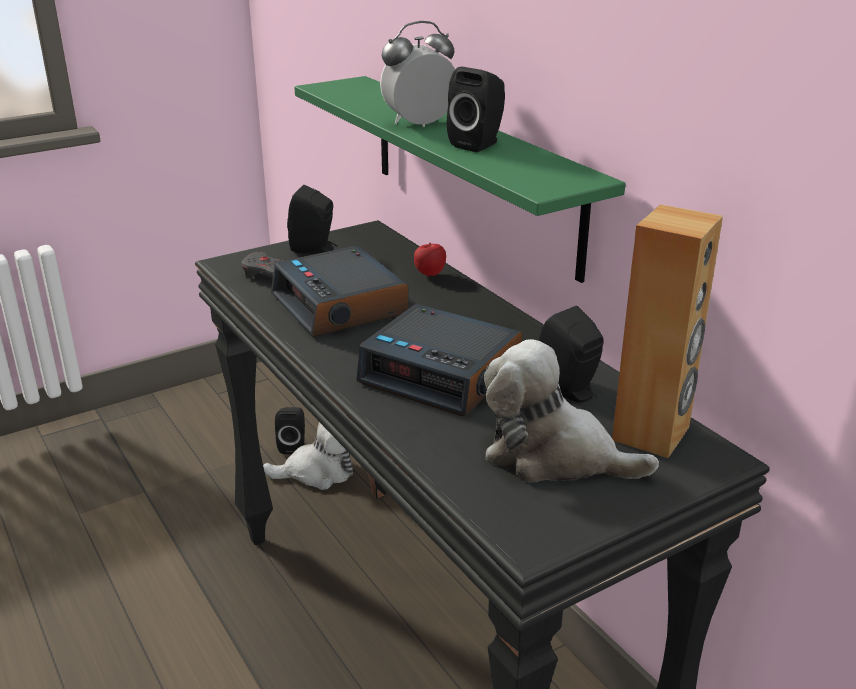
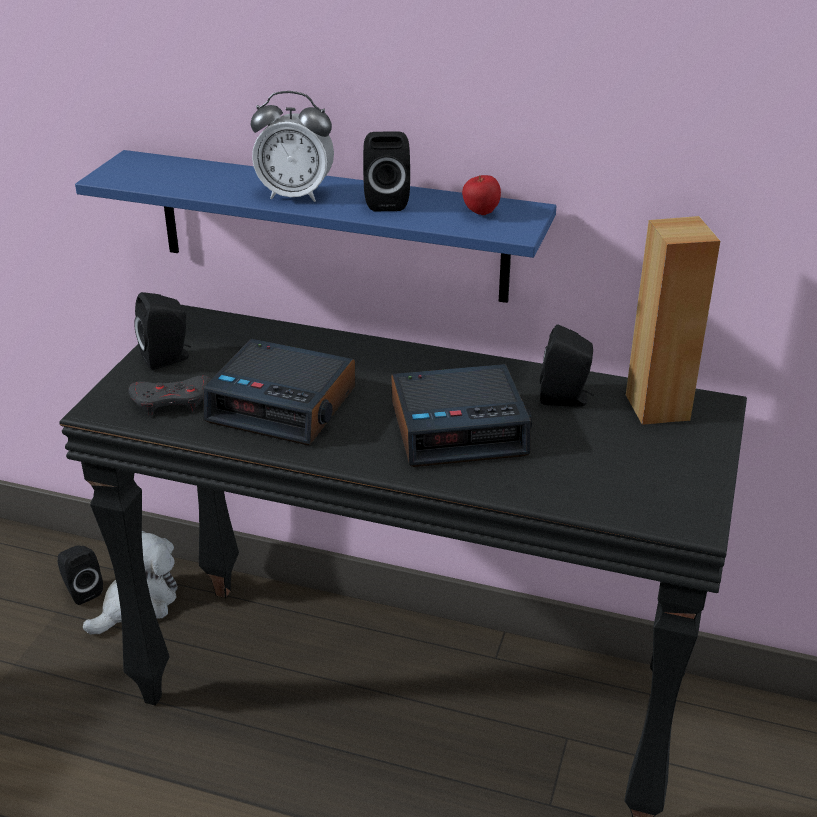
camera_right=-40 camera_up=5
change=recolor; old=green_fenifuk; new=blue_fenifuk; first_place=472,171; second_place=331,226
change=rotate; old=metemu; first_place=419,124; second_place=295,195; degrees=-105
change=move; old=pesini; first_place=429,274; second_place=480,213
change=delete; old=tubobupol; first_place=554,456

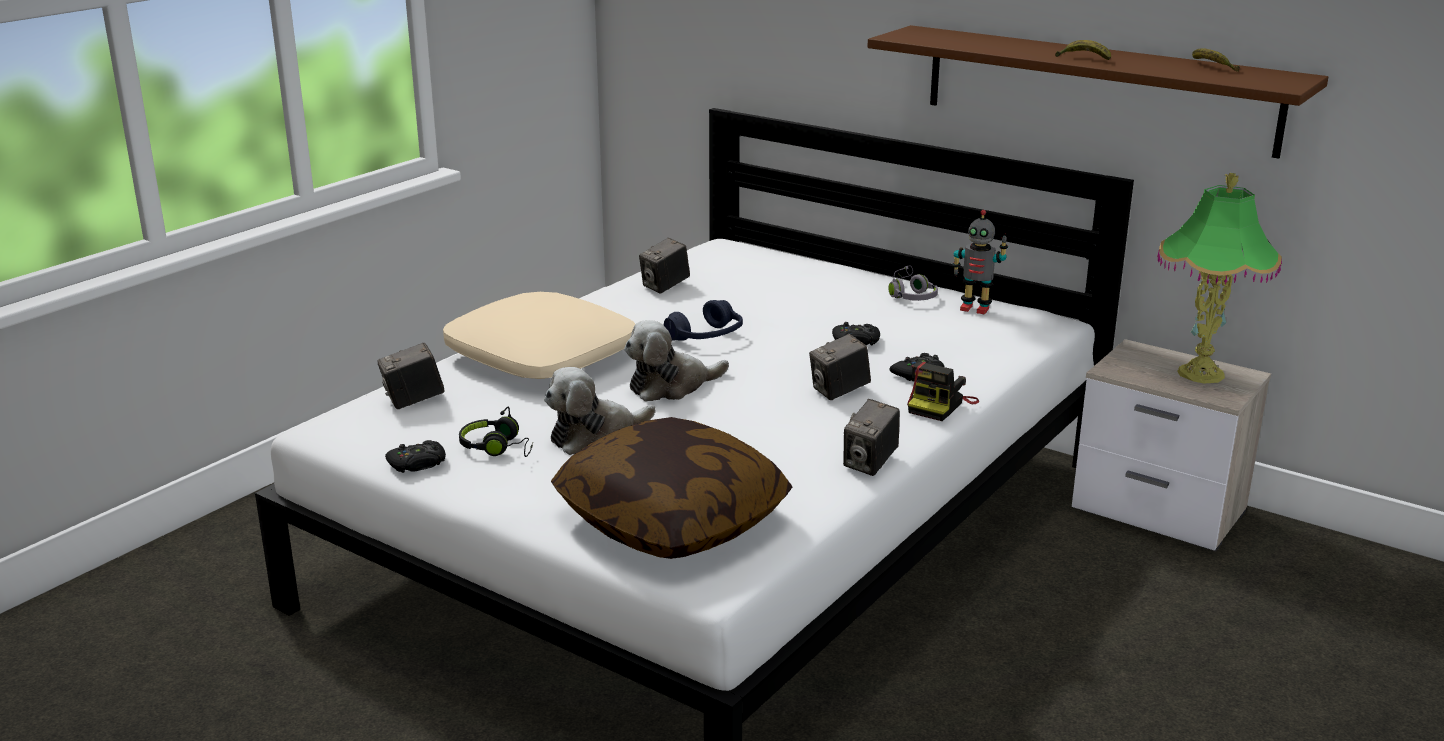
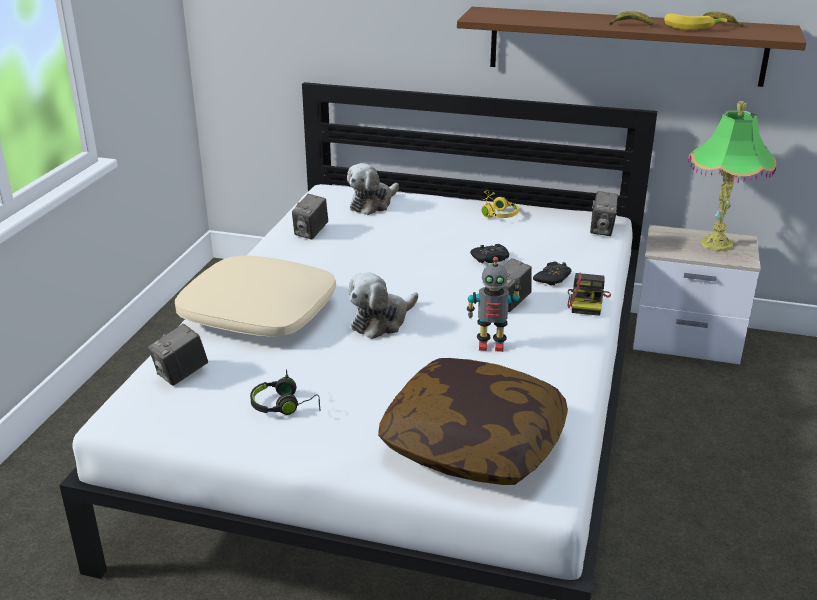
camera_right=-20 camera_up=5
change=move; old=tubobupol; first_place=595,436; second_place=372,204
change=move; old=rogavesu; first_place=975,308; second_place=491,345
change=recolor; old=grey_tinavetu; new=yellow_tinavetu; first_place=911,295; second_place=496,213
change=move; old=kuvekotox; first_place=870,464; second_place=602,230
change=insert; new=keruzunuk; second_place=691,27
change=delete; old=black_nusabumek; first_place=417,464
change=delete; old=blue_tinavetu; first_place=706,337

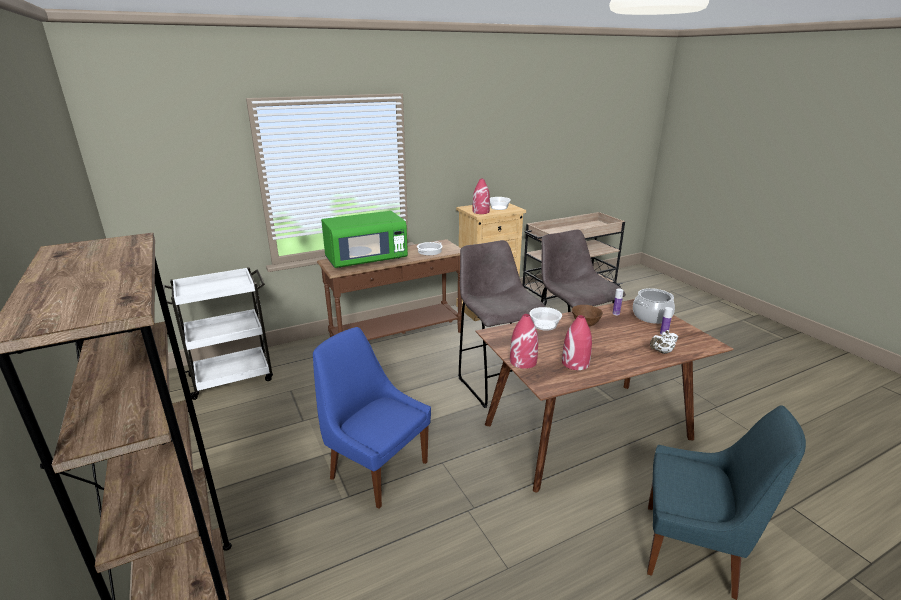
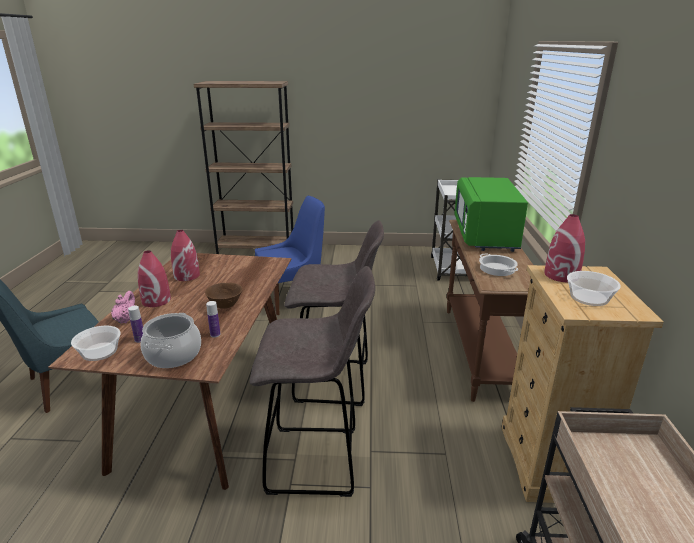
camera_right=120 camera_up=0
change=move; old=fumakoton; first_place=545,325; second_place=99,351
change=recolor; old=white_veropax; new=pink_veropax; first_place=662,352; second_place=126,320
change=move; old=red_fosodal; first_place=523,361; second_place=156,300

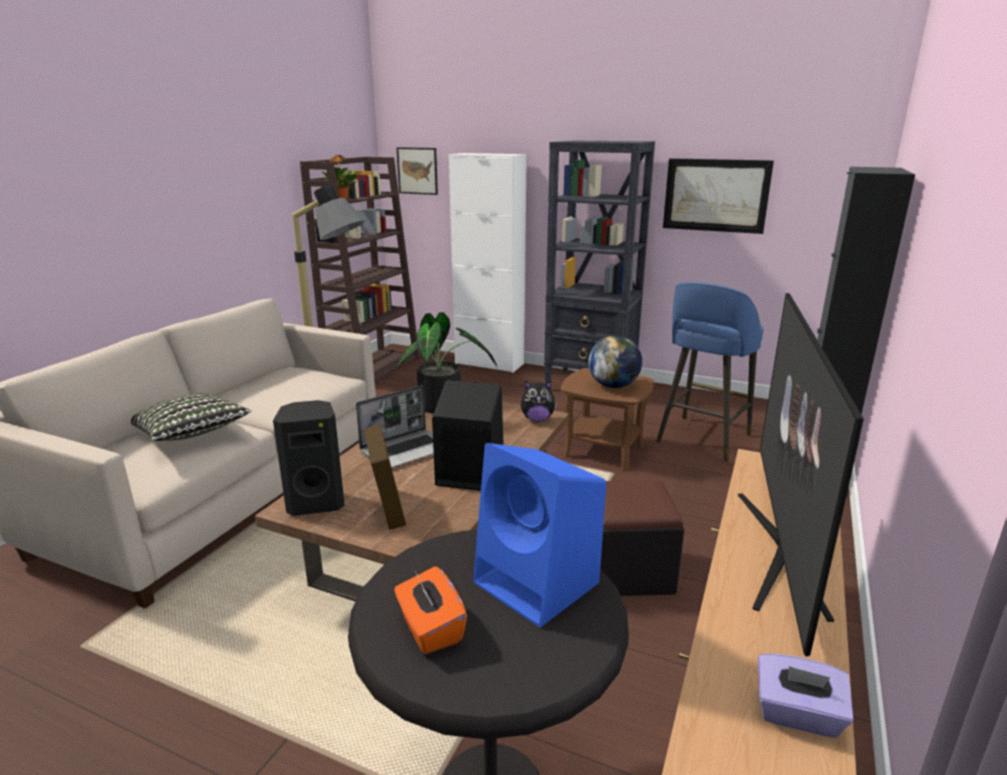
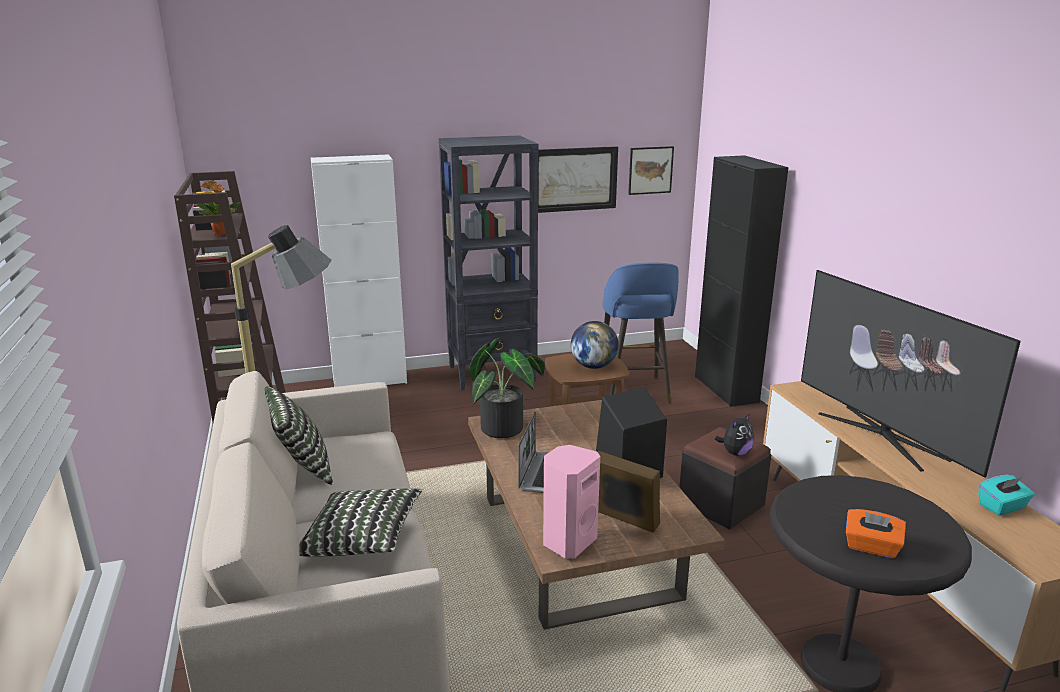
camera_right=-40 camera_up=0
change=insert; new=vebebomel; second_place=301,469
change=recolor; old=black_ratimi; new=pink_ratimi; first_place=316,503; second_place=568,541
change=move; old=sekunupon; first_place=417,171; second_place=650,170
change=move; old=tubobupol; first_place=537,419; second_place=735,453
change=recolor; old=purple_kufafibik; new=turquoise_kufafibik; first_place=797,715; second_place=1002,507
change=delete; old=blue_ratimi; first_place=539,584

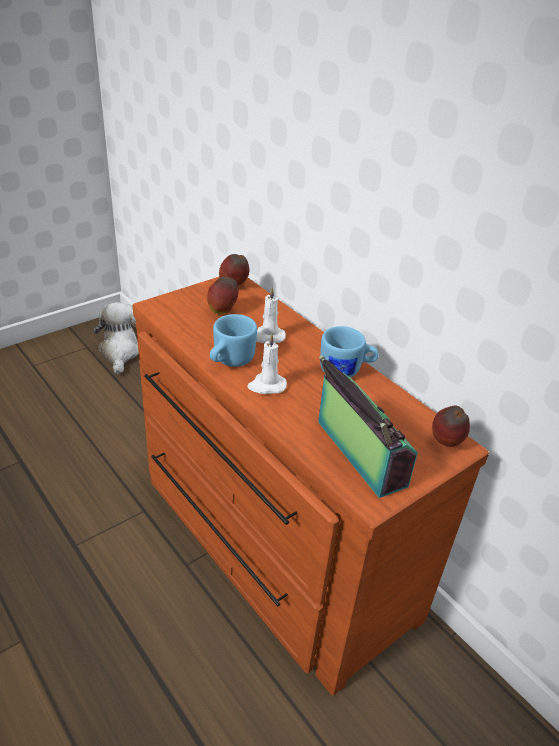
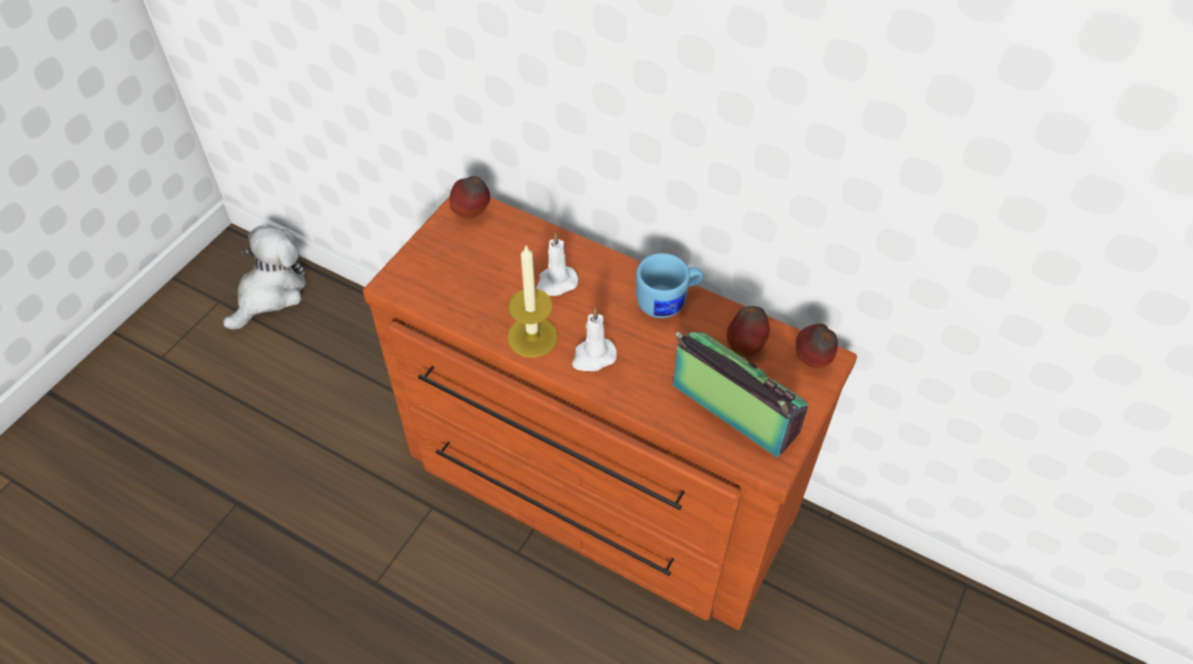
camera_right=-20 camera_up=15
change=rotate; old=tubobupol; first_place=120,352; second_place=271,293; degrees=60
change=replace; old=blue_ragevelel; new=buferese; first_place=229,361; second_place=532,337
change=move; old=pesini; first_place=223,311; second_place=745,347

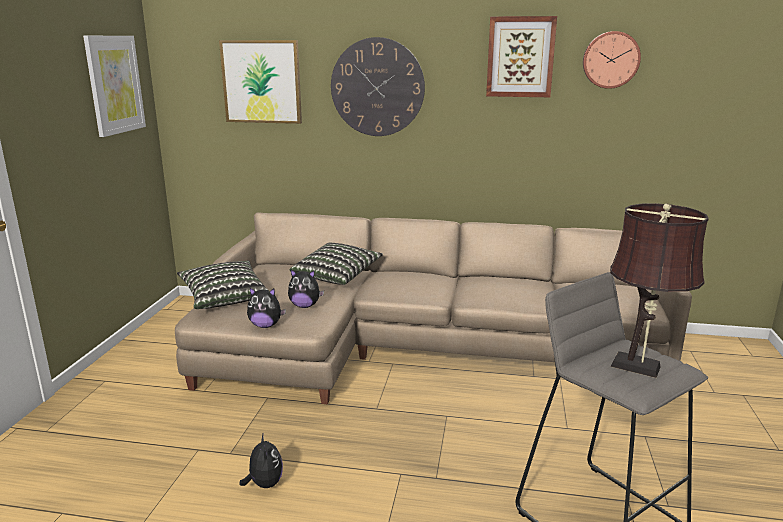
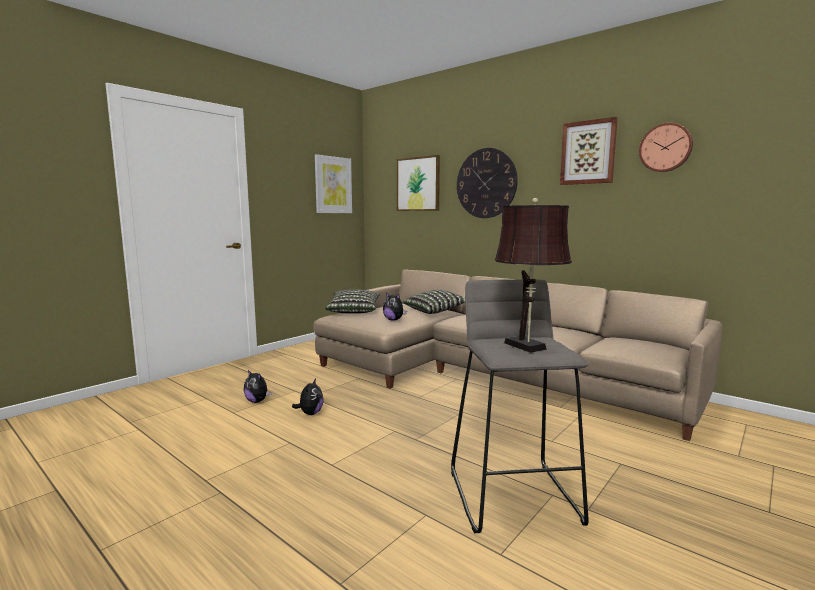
camera_right=30 camera_up=-10
change=move; old=tubobupol; first_place=265,325; second_place=257,401

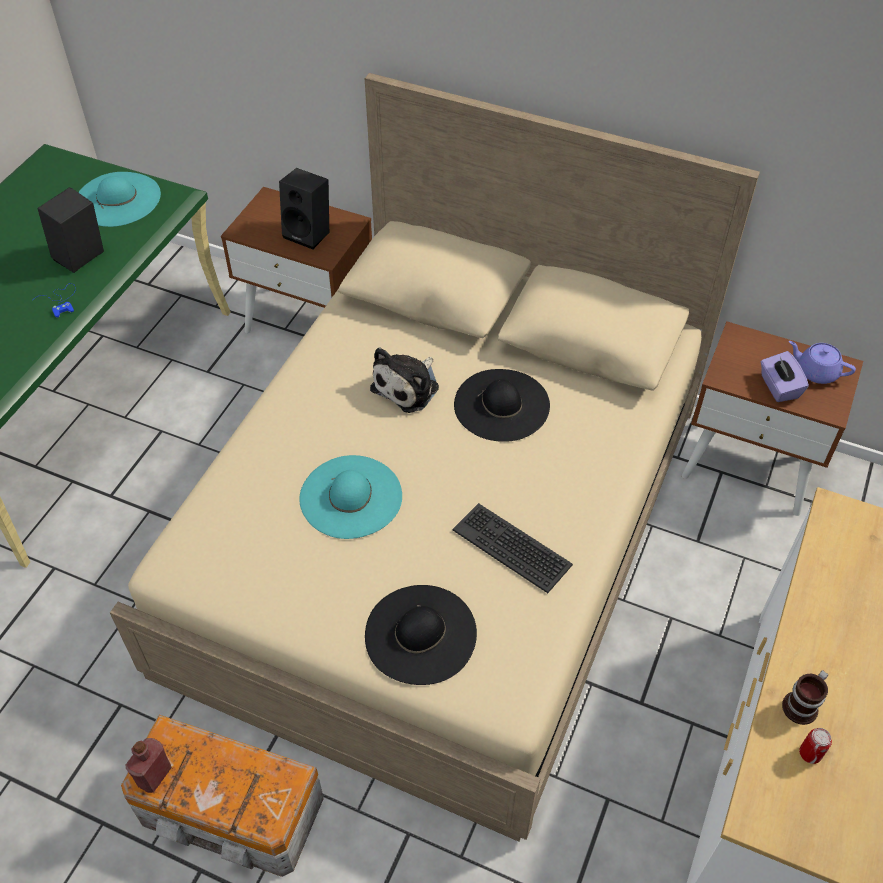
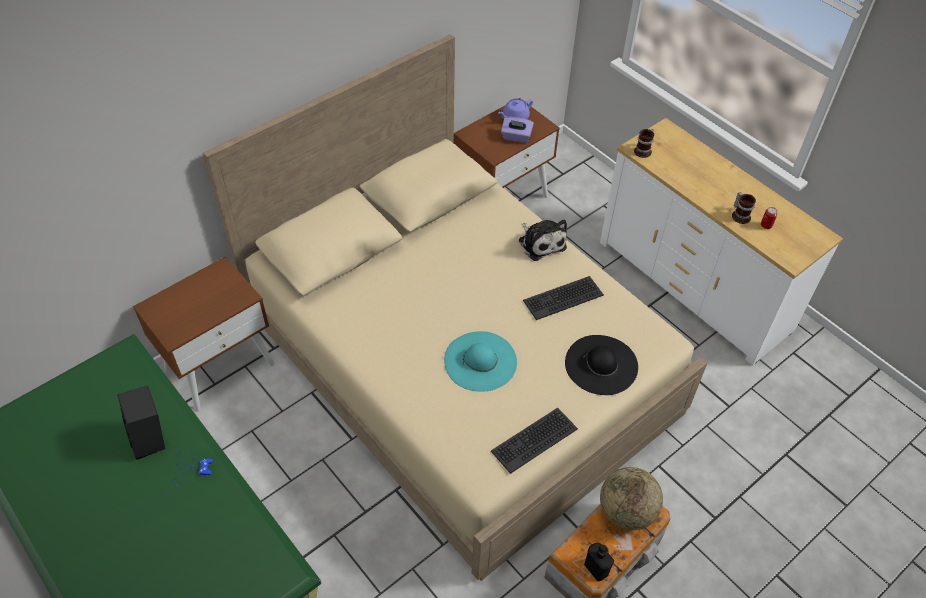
camera_right=-65 camera_up=0
change=insert; new=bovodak; second_place=534,439
change=move; old=tubobupol; first_place=408,386; second_place=541,242
change=recolor; old=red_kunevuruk; new=black_kunevuruk; first_place=154,775; second_place=596,569
change=insert; new=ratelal; second_place=626,512
change=insert; new=ragevelel; second_place=644,151
change=delete; old=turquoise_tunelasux; first_place=117,199
change=delete; old=black_ratimi; first_place=309,233
change=delete; old=black_tunelasux; first_place=502,405

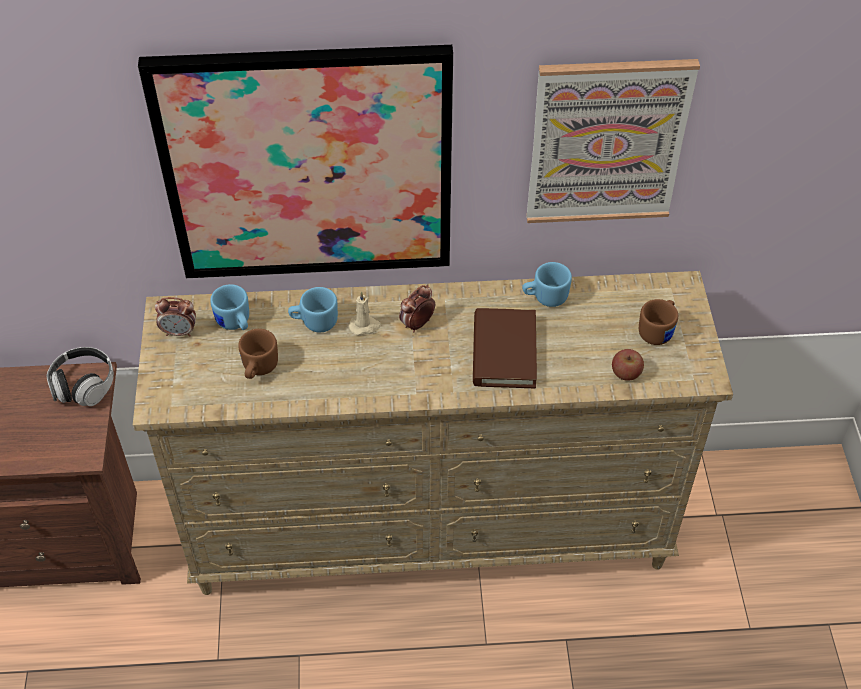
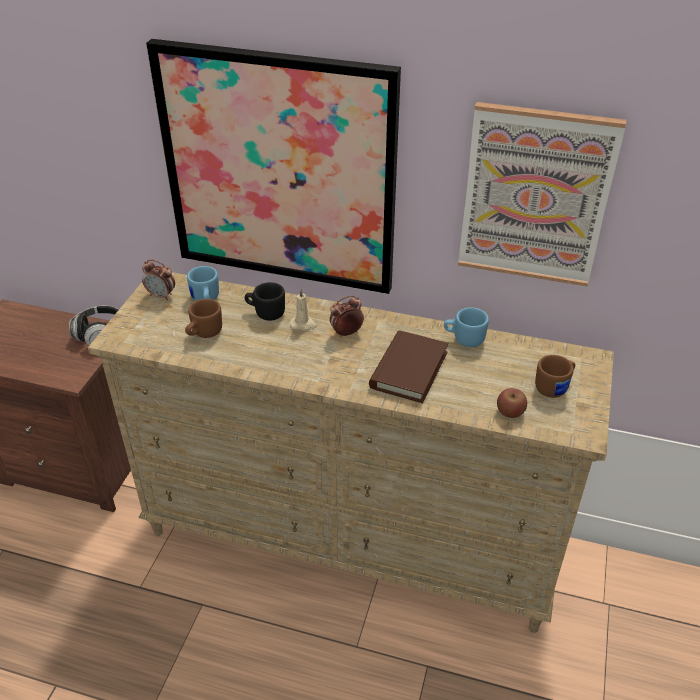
camera_right=20 camera_up=-10
change=recolor; old=blue_ragevelel; new=black_ragevelel; first_place=314,322; second_place=266,313

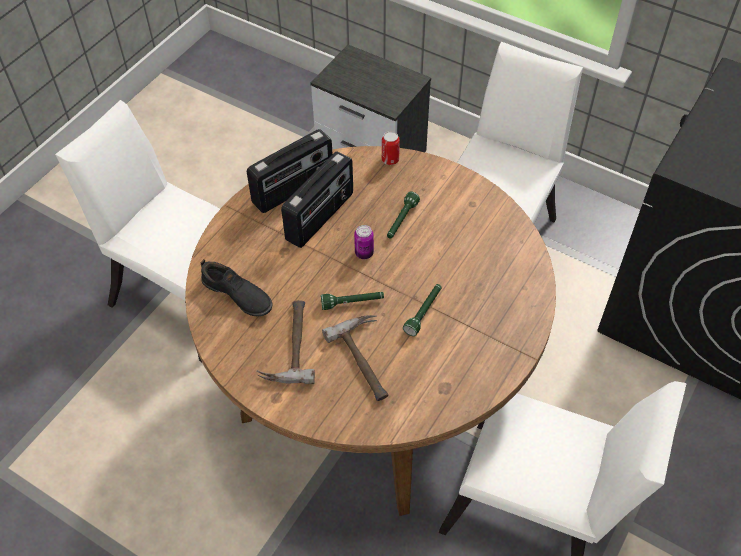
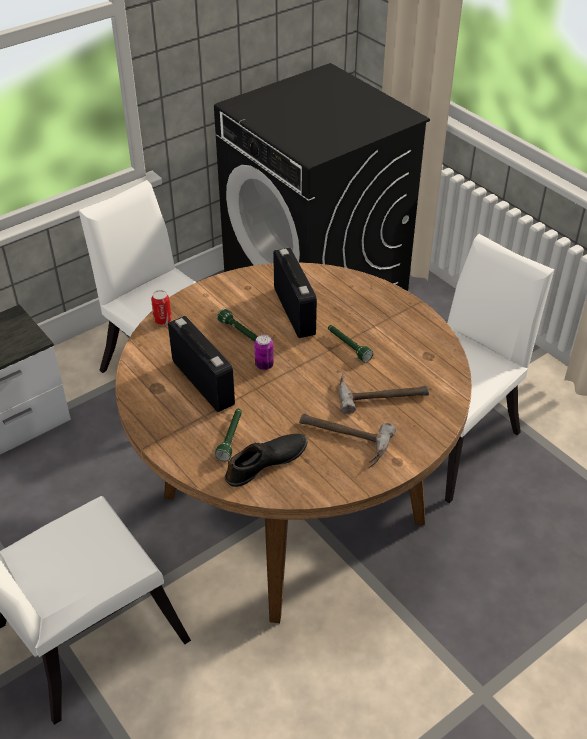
camera_right=-70 camera_up=-10
change=move; old=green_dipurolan; first_place=352,303; second_place=231,438
change=move; old=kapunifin; first_place=294,189; second_place=295,311

